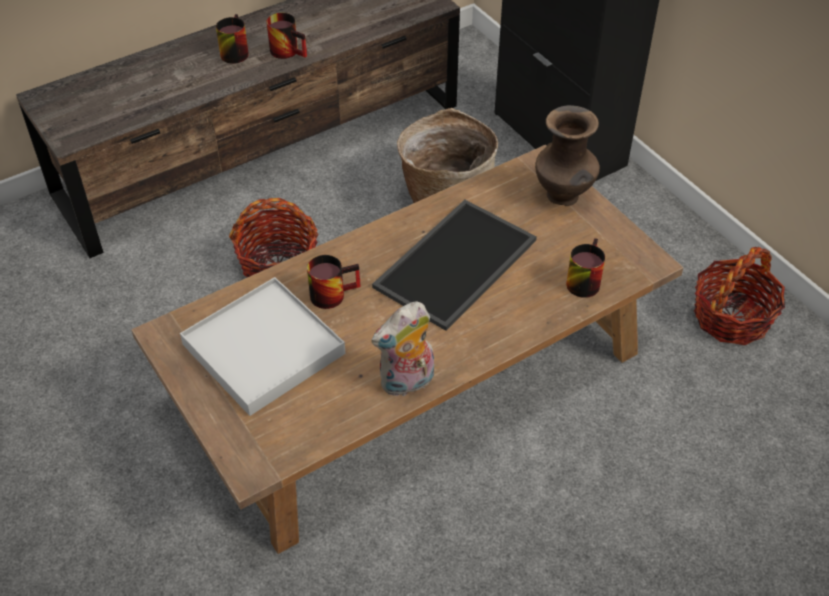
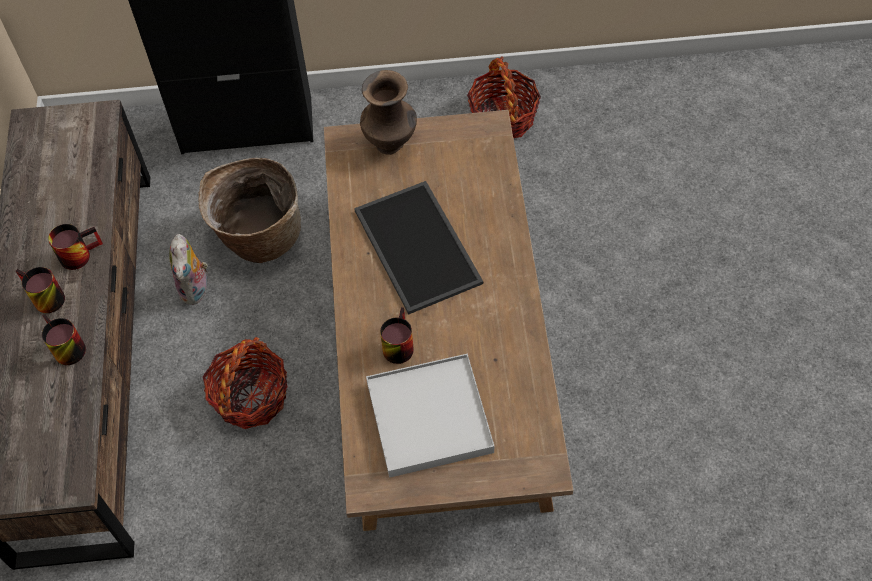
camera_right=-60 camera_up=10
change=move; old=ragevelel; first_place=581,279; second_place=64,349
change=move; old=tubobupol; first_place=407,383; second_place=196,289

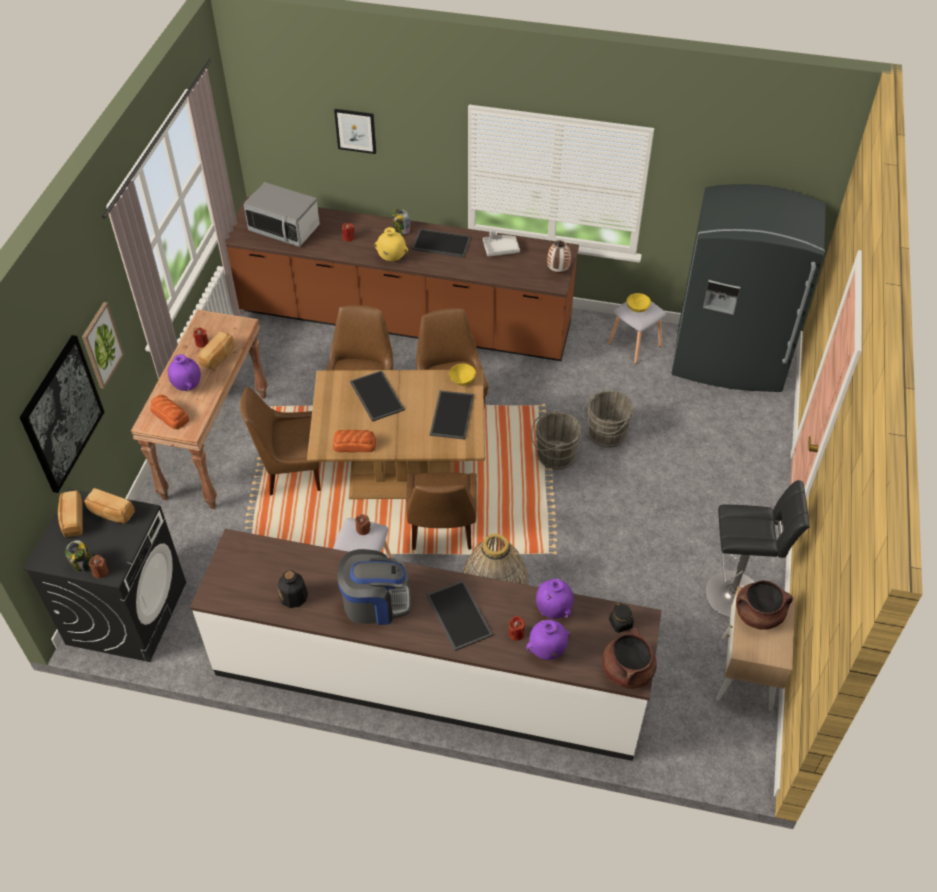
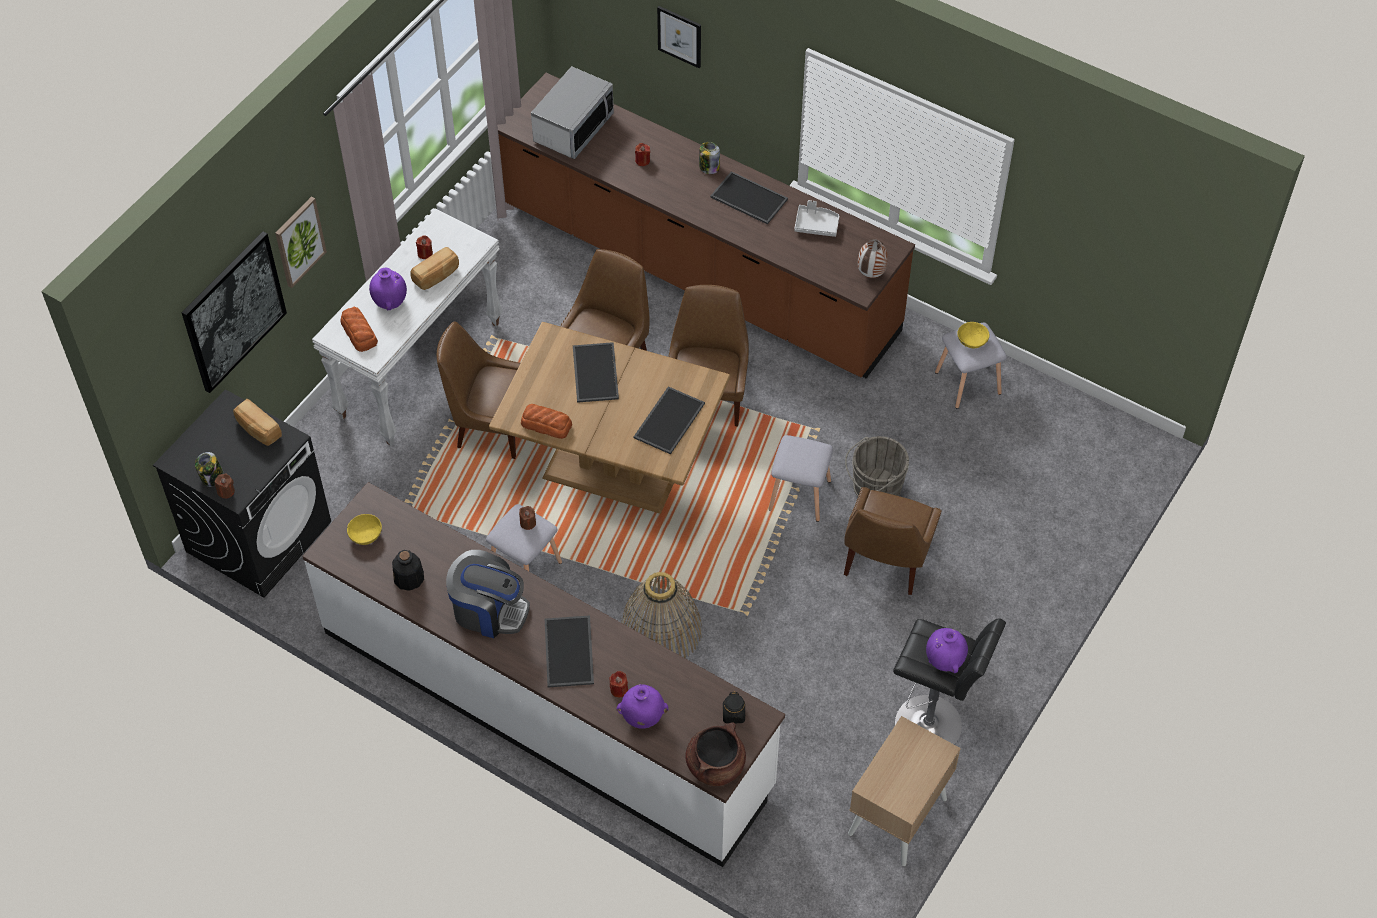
camera_right=20 camera_up=5
change=recolor; old=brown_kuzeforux; new=white_kuzeforux; first_place=215,445; second_place=419,369
change=move; old=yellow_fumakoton; first_place=462,379; second_place=366,535
change=rotate; old=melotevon; first_place=284,228; second_place=573,128; degrees=-105
change=replace; old=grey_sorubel; new=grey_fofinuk; first_place=553,455; second_place=800,496
change=move; old=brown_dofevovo; first_place=441,531; second_place=885,563
change=move; old=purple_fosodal; first_place=553,610; second_place=944,661
change=delete; old=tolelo; first_place=72,520
change=delete; old=yellow_fosodal; first_place=391,258
change=delete; old=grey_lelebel; first_place=728,361
change=delete; old=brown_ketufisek; first_place=758,614

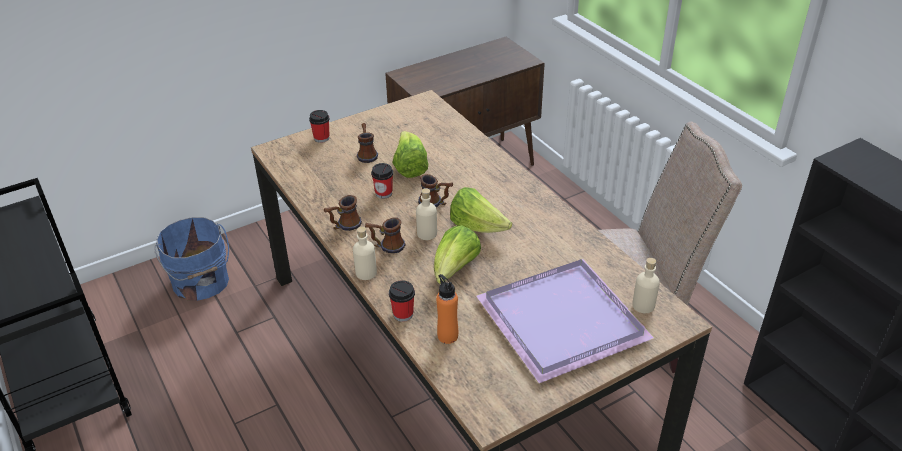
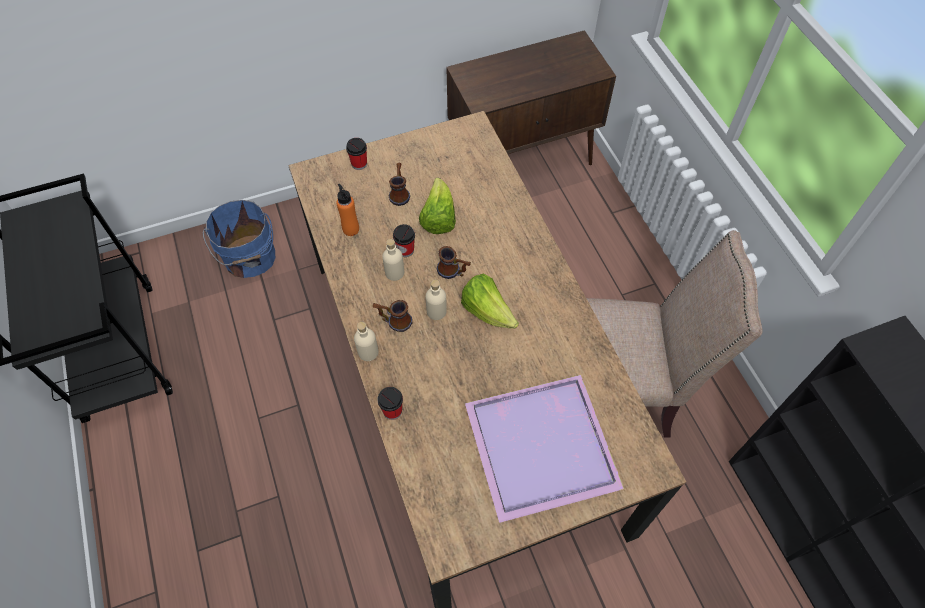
camera_right=10 camera_up=20
change=move; old=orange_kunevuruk; first_place=447,336; second_place=351,229
change=move; old=beige_kunevuruk; first_place=643,305; second_place=394,272
change=delete; old=ragevelel; first_place=344,226
change=delete; old=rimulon; first_place=454,270

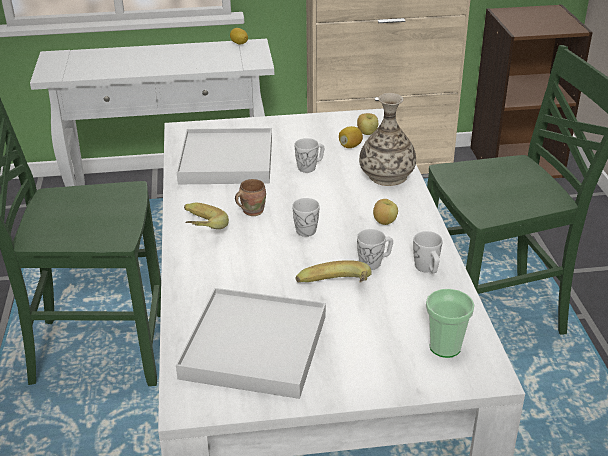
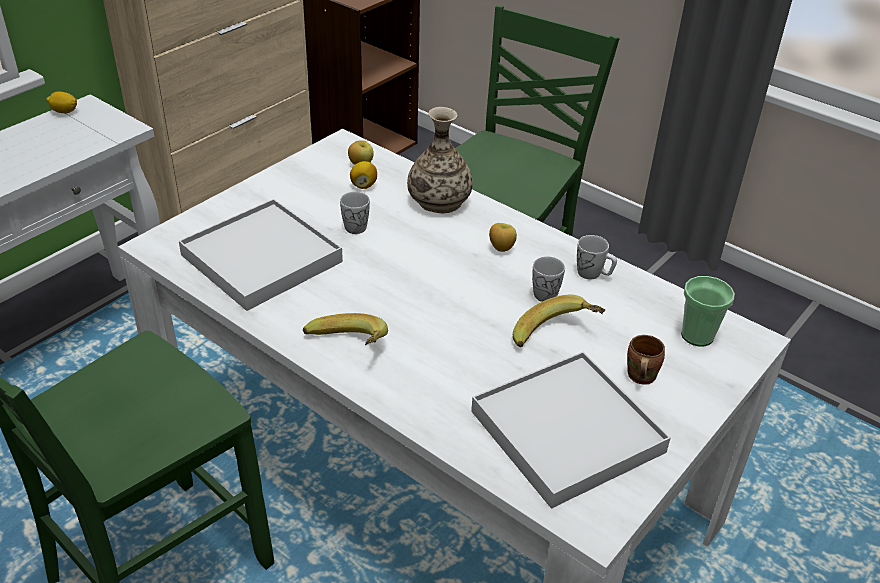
camera_right=-45 camera_up=5
change=move; old=brown_ragevelel; first_place=251,211; second_place=639,376
change=delete; old=white_ragevelel; first_place=304,229

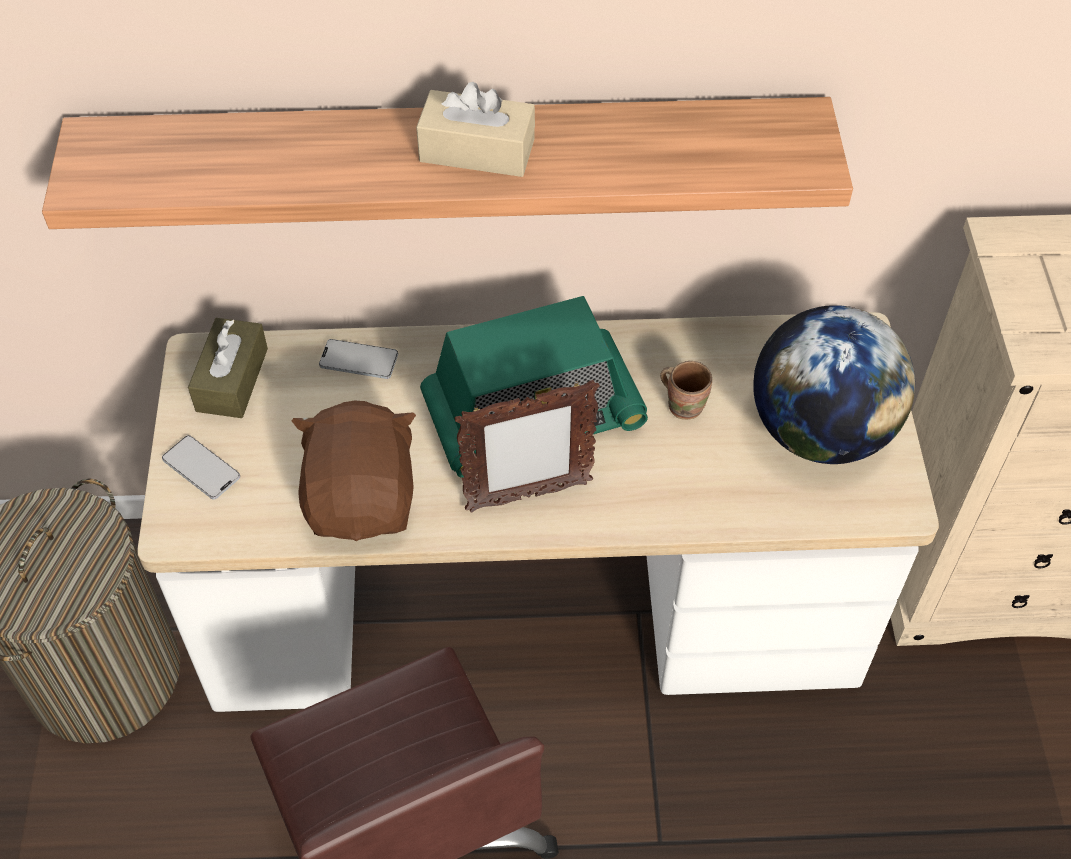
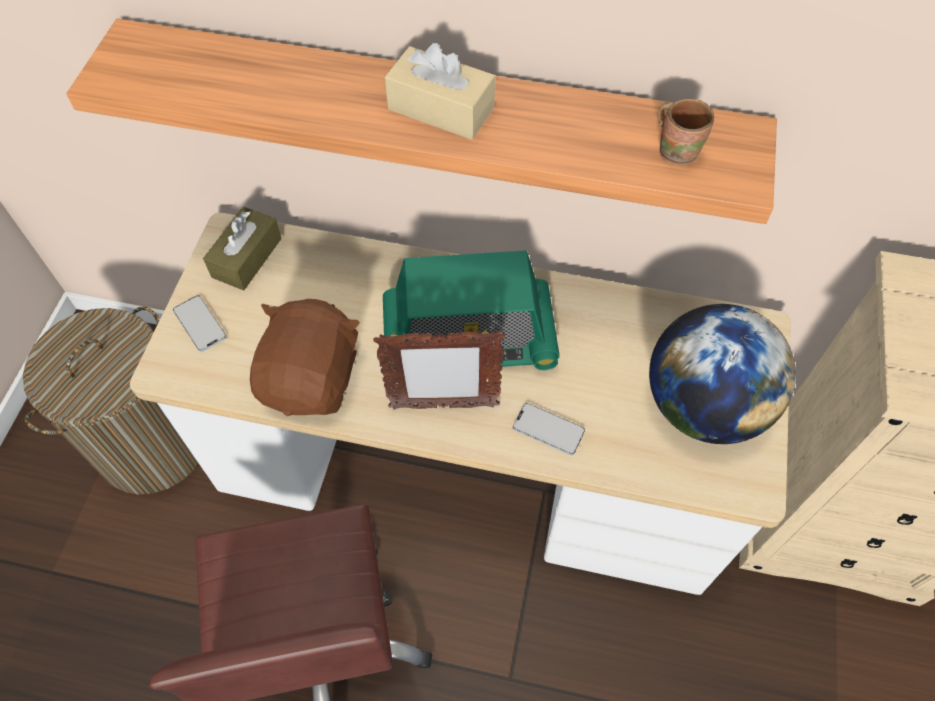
camera_right=15 camera_up=5
change=move; old=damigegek; first_place=359,360; second_place=548,429
change=move; old=brown_ragevelel; first_place=684,404; second_place=677,151

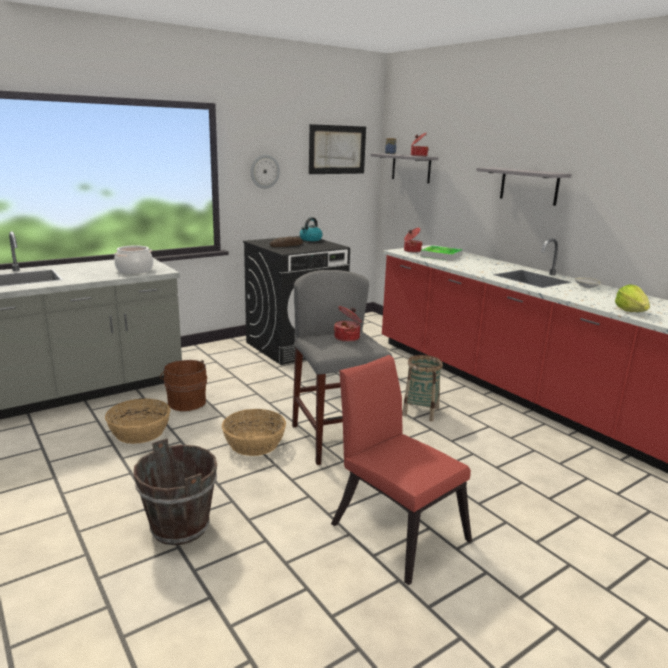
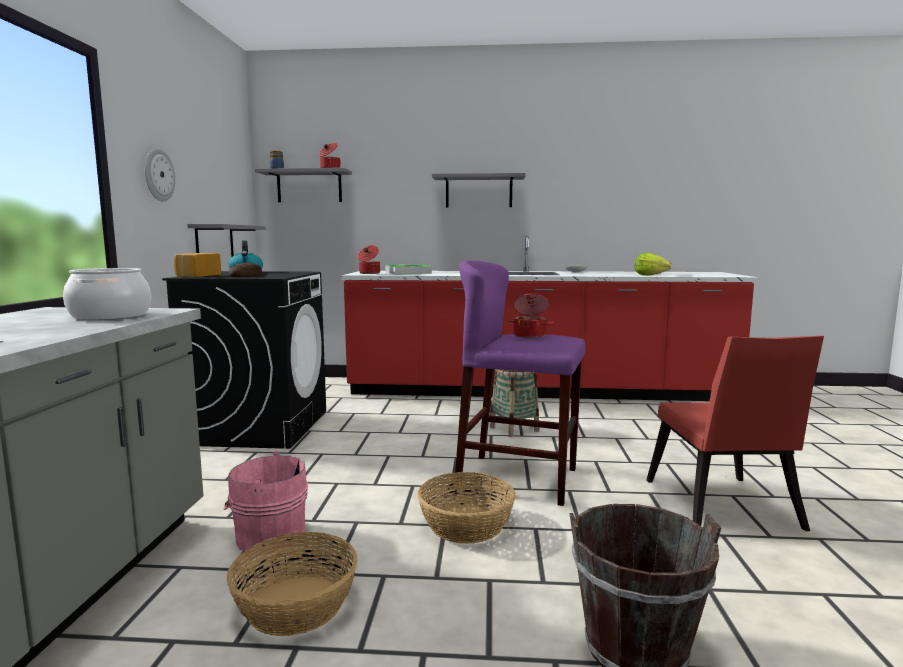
camera_right=-50 camera_up=-10
change=insert; new=tolelo; second_place=197,276
change=insert; new=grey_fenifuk; second_place=214,242
change=recolor; old=brown_sorubel; new=pink_sorubel; first_place=186,402; second_place=268,535
change=recolor; old=grey_fofinuk; new=purple_fofinuk; first_place=335,439; second_place=518,479
change=rotate; old=red_dofevovo; first_place=395,527; second_place=722,509; degrees=-90
change=delete; old=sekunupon; first_place=337,149

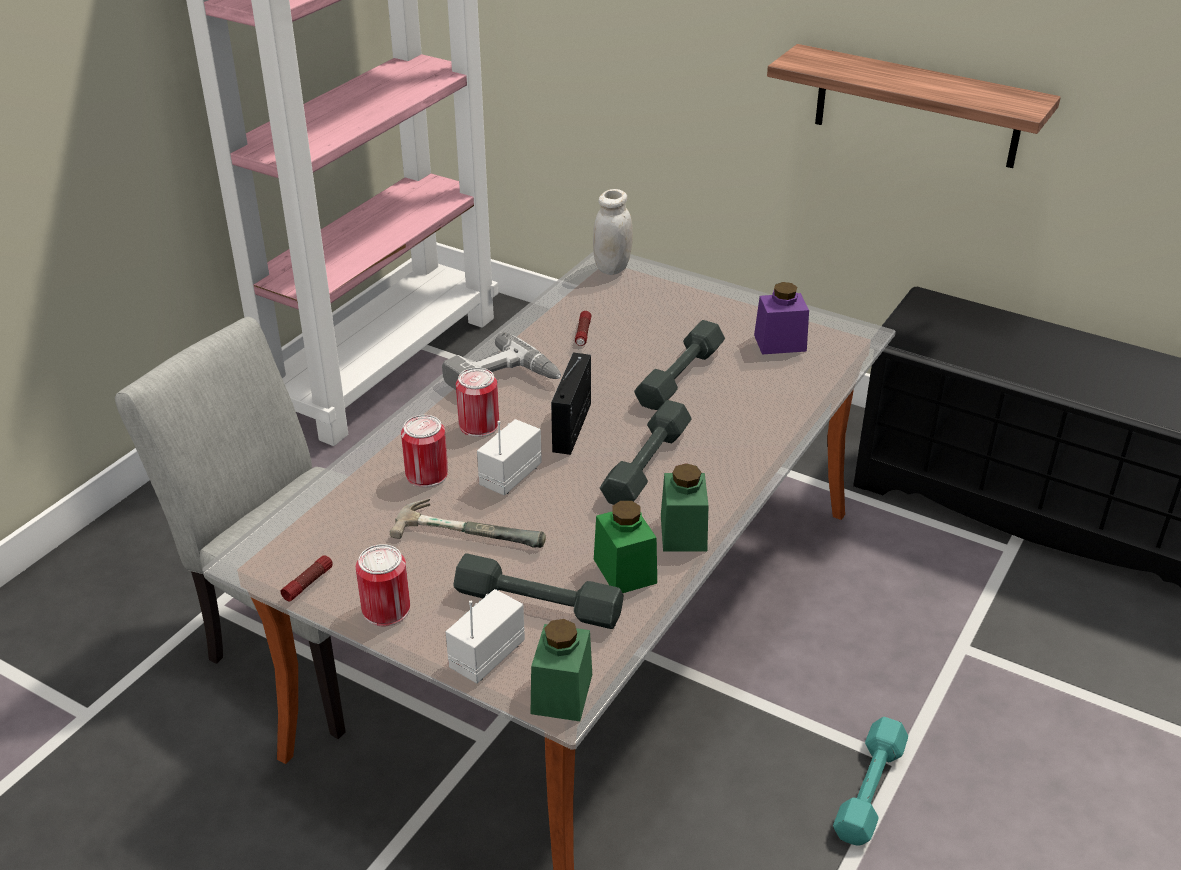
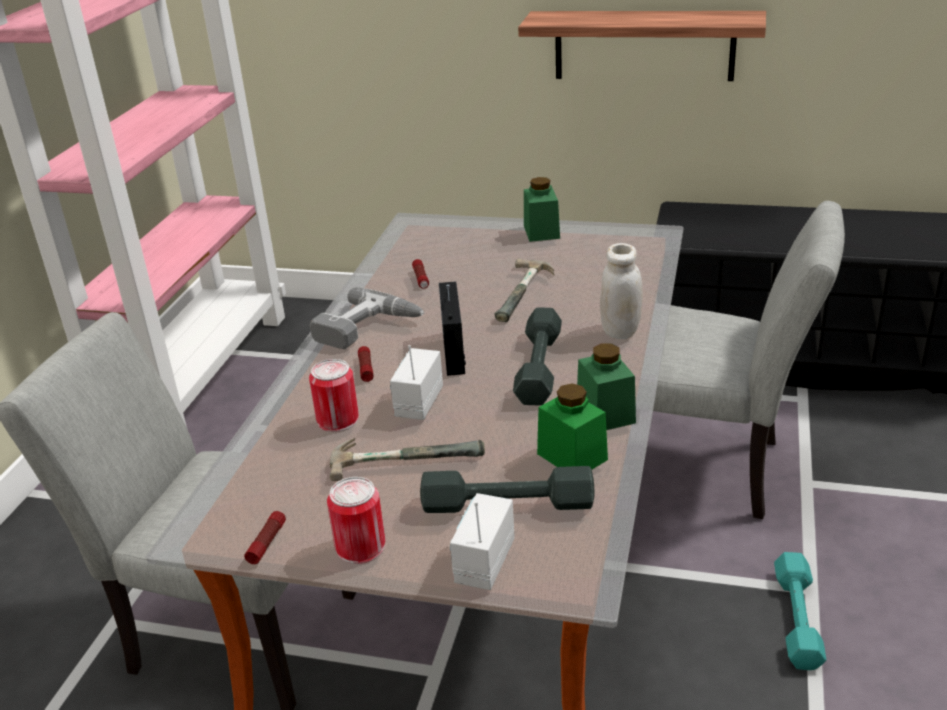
camera_right=-15 camera_up=-5
change=replace; old=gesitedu; new=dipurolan; first_place=479,425; second_place=366,369
change=replace; old=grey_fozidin; new=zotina; first_place=680,376; second_place=526,293
change=move; old=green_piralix; first_place=561,694; second_place=541,232
change=move; old=white_piralix; first_place=612,268; second_place=620,331
change=insert; new=grey_dofevovo; second_place=708,470
change=delete; old=purple_piralix; first_place=780,343

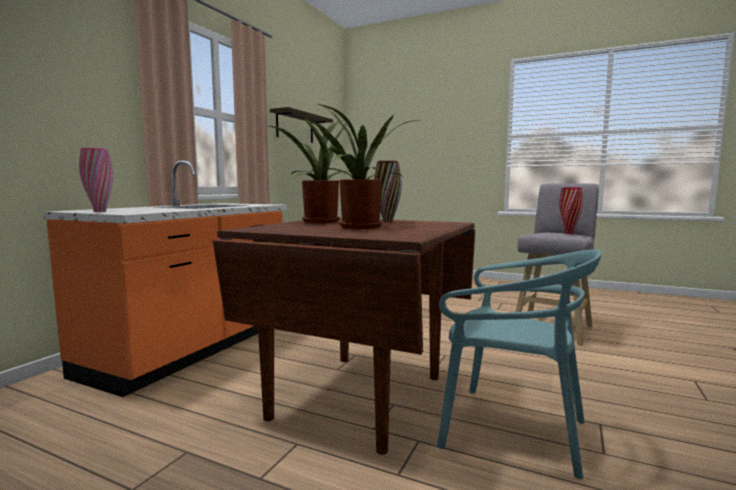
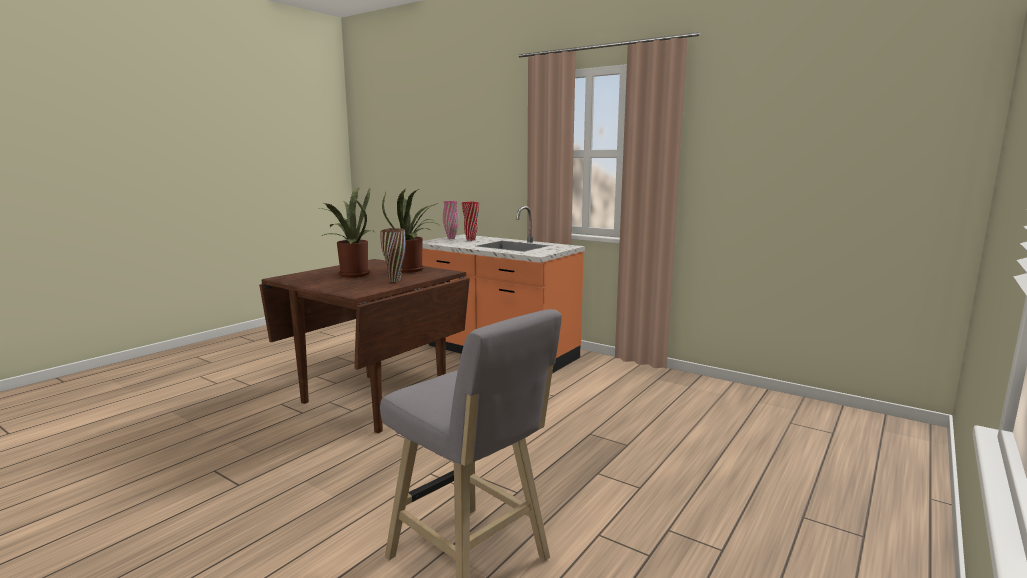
camera_right=100 camera_up=5
change=move; old=red_fosodal; first_place=569,233; second_place=471,240
change=delete; old=fenifuk; first_place=295,127
change=delete; old=turquoise_dofevovo; first_place=512,430

